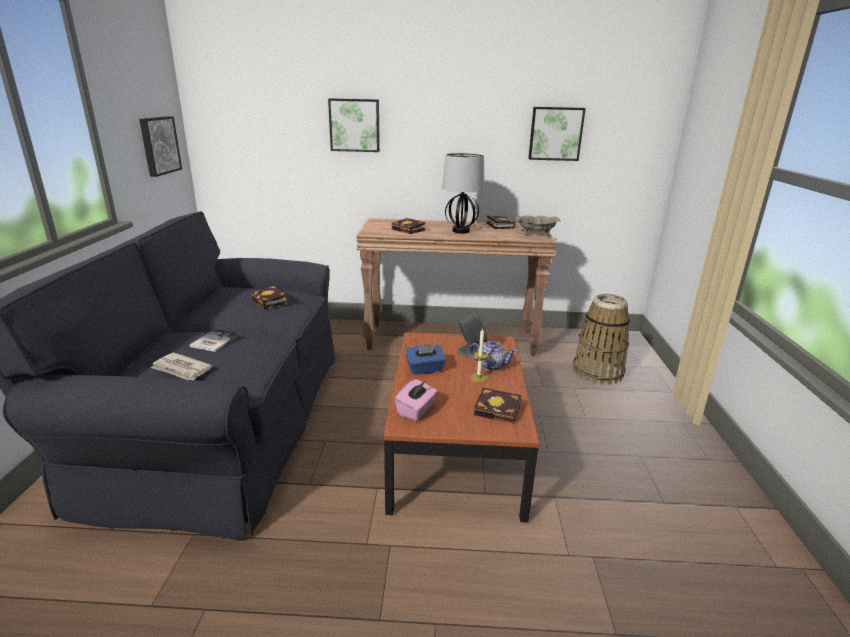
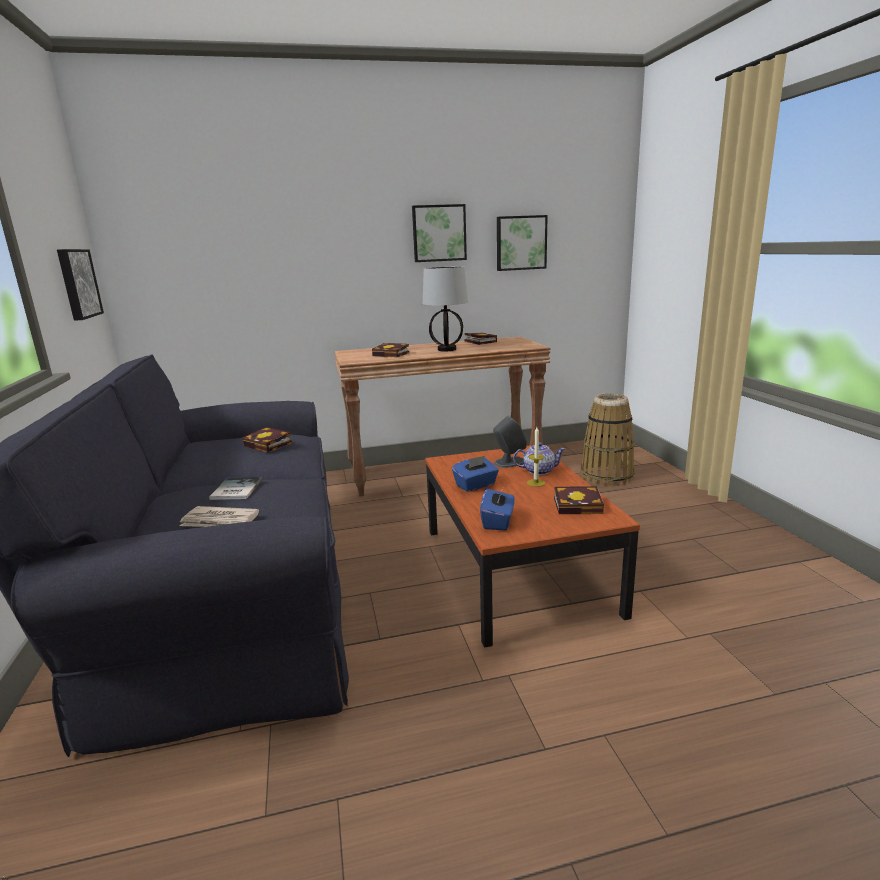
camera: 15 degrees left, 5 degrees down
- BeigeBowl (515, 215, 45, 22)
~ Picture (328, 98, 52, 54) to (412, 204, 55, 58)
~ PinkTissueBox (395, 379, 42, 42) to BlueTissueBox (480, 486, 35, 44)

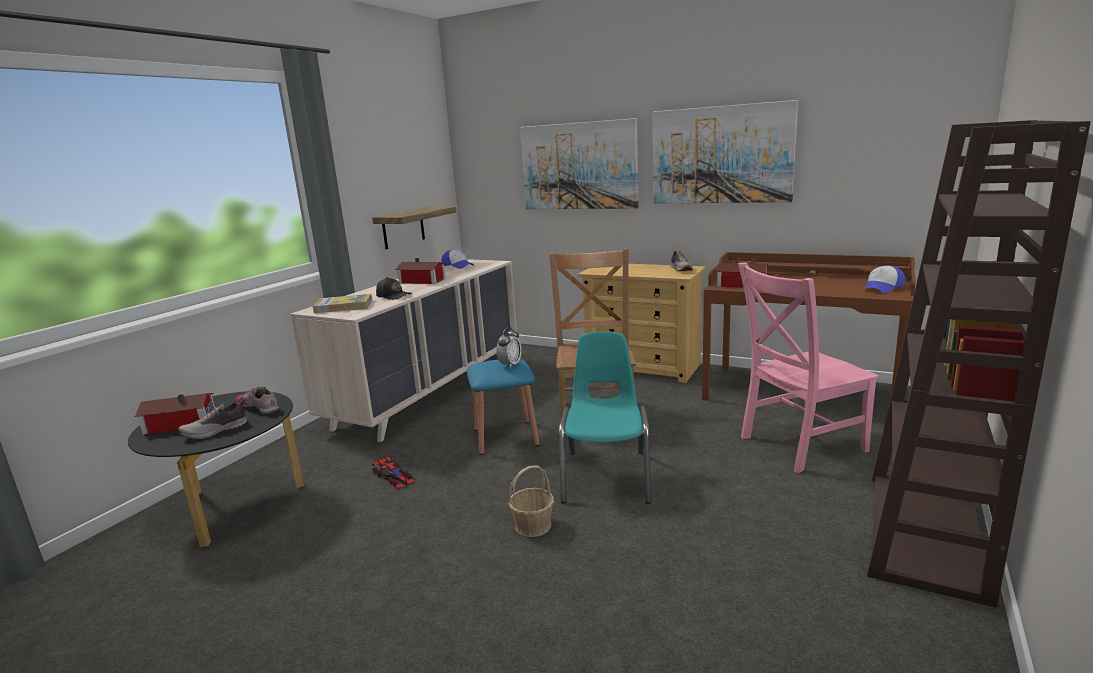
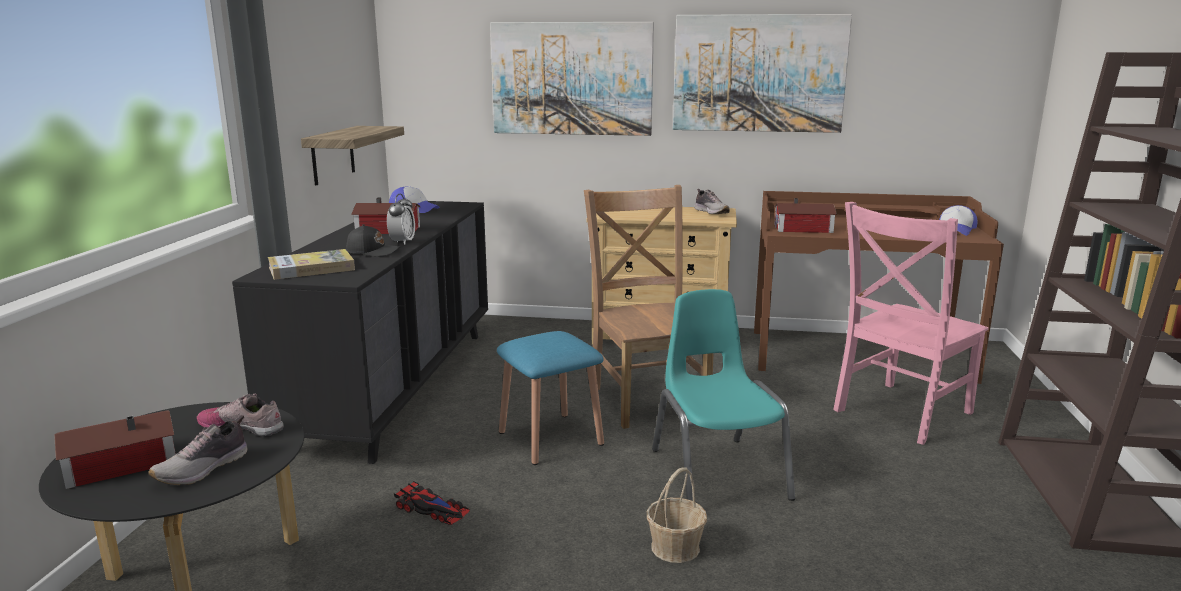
camera: 20 degrees left, 0 degrees up
~ AlarmClock (496, 327, 26, 41) to (387, 194, 28, 51)
~ BeigeDresser (291, 259, 226, 183) to BlackDresser (232, 201, 256, 263)

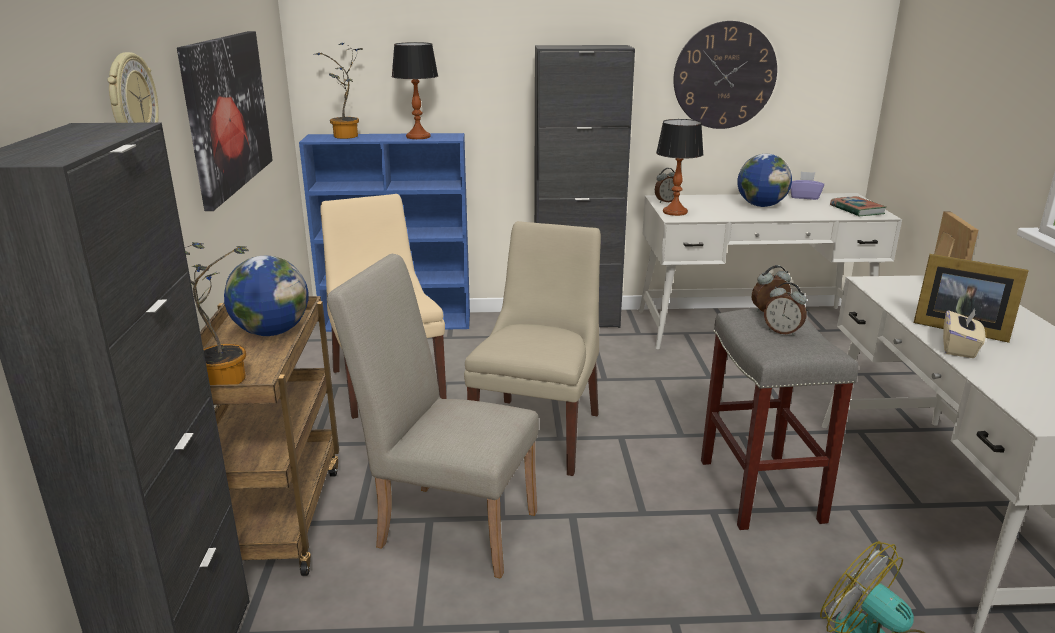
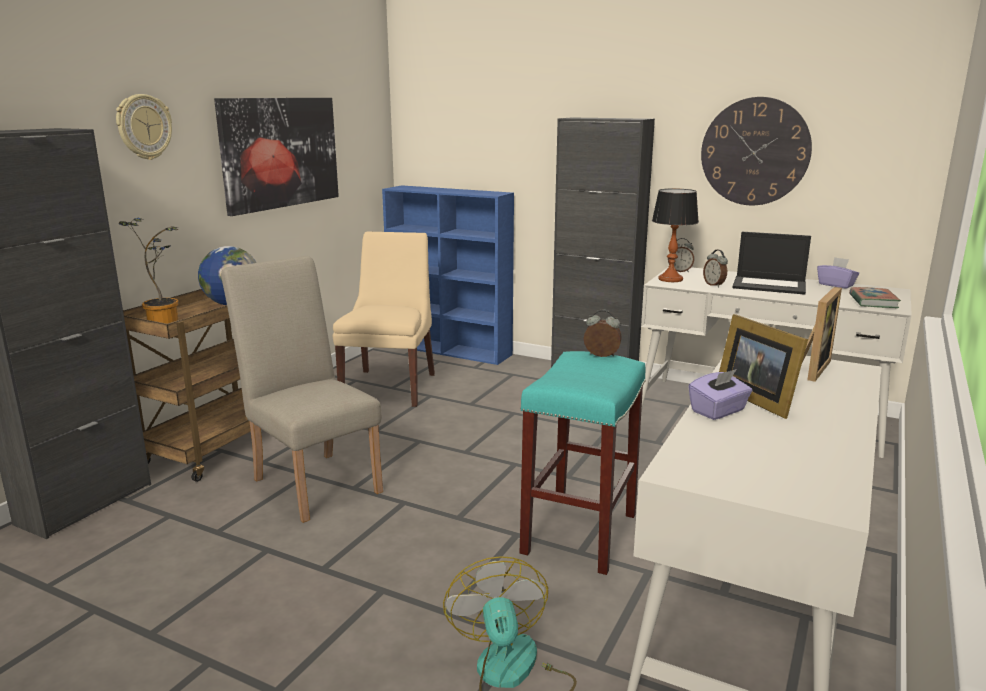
camera: 30 degrees right, 5 degrees down
- PottedPlant (314, 43, 49, 96)
- TableLamp (392, 42, 46, 97)
- BeigeChair (464, 221, 137, 255)
~ AlarmClock (764, 282, 43, 54) to (703, 250, 25, 37)
~ Globe (737, 154, 55, 53) to Laptop (732, 232, 79, 63)
~ GreyStool (701, 308, 157, 222) to TurquoiseStool (520, 351, 126, 224)
~ BeigeTissueBox (943, 307, 42, 51) to PurpleTissueBox (688, 369, 65, 51)

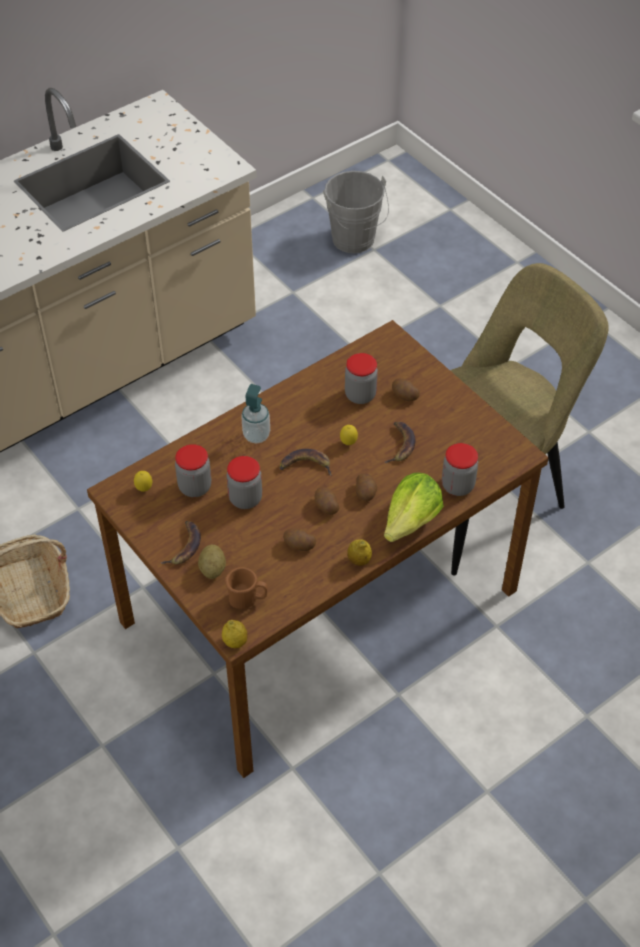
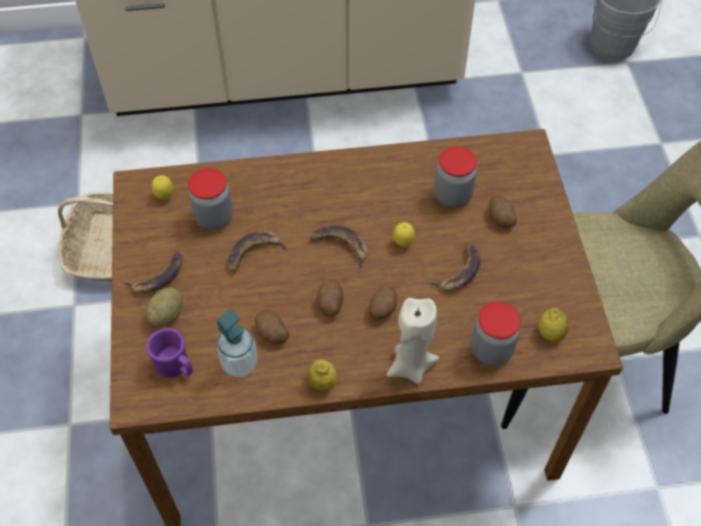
camera: 30 degrees right, 5 degrees up
~ Lemon (222, 620, 26, 28) to (538, 308, 31, 34)
~ SoapDispenser (241, 384, 29, 60) to (217, 309, 40, 68)
~ Jar (227, 456, 35, 53) to Banana (228, 231, 61, 42)
~ Lettuce (384, 472, 60, 70) to BeigeCandle (387, 298, 52, 86)
~ BrownMug (225, 567, 43, 42) to PurpleMug (146, 328, 47, 49)

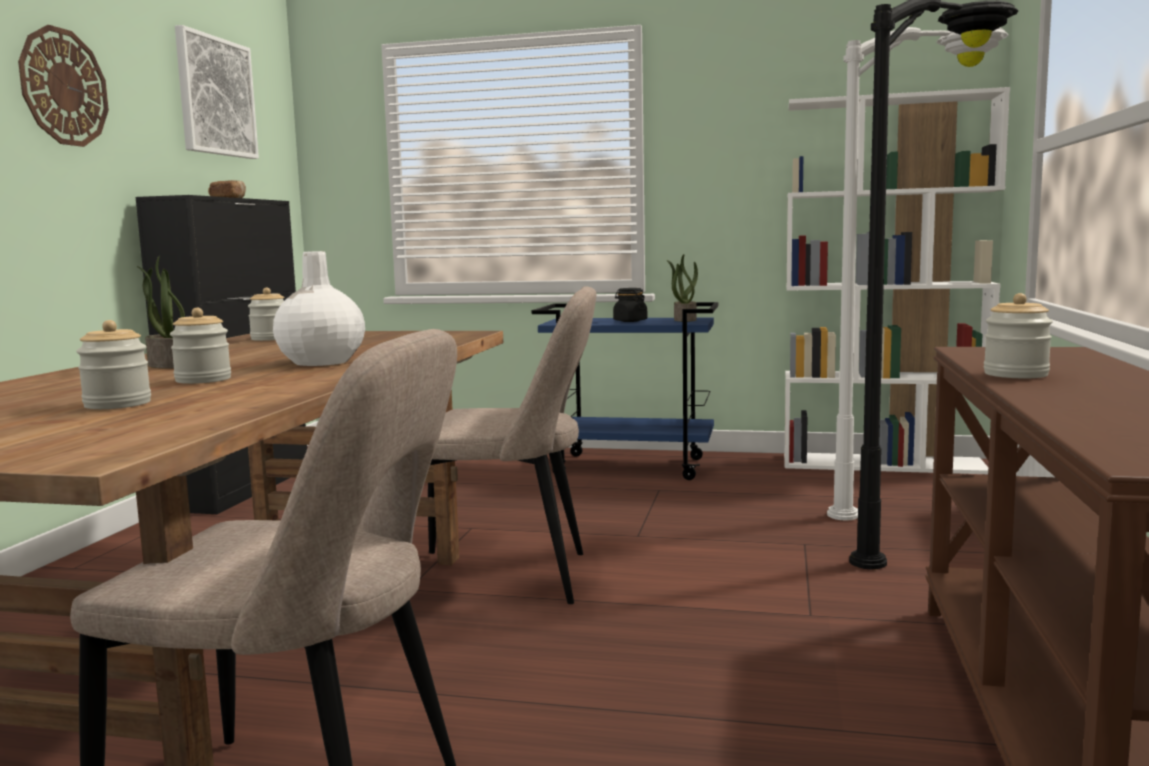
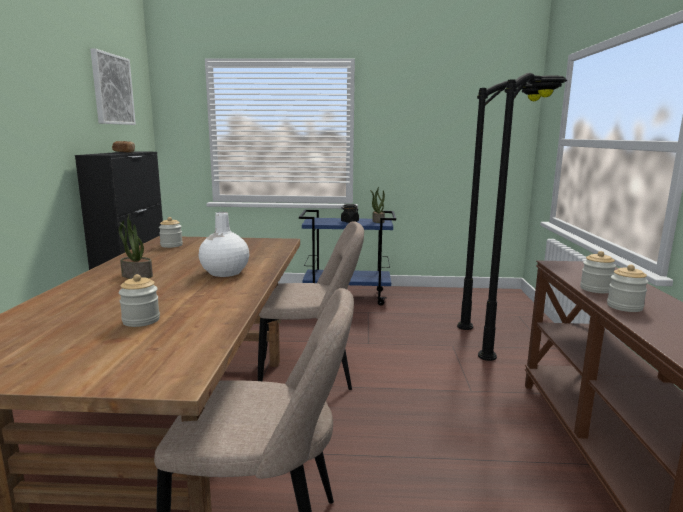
camera: 10 degrees left, 5 degrees up
- WallClock (18, 25, 91, 122)
- WhiteBookcase (784, 87, 226, 387)
~ Jar (170, 308, 61, 76) to (607, 265, 41, 47)
~ WhiteFloorLamp (827, 27, 181, 494) to BlackFloorLamp (457, 81, 84, 249)

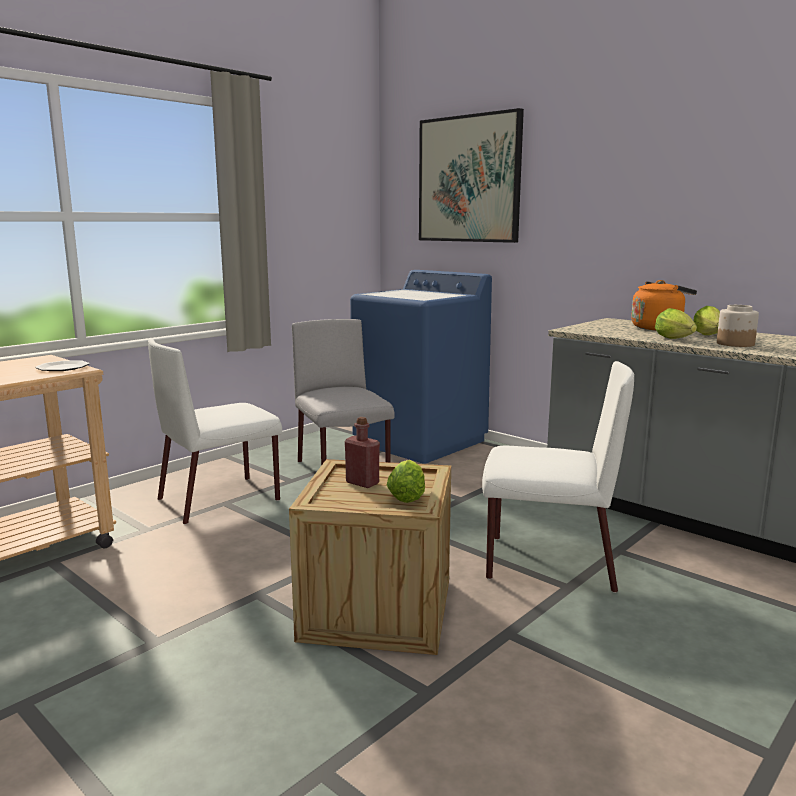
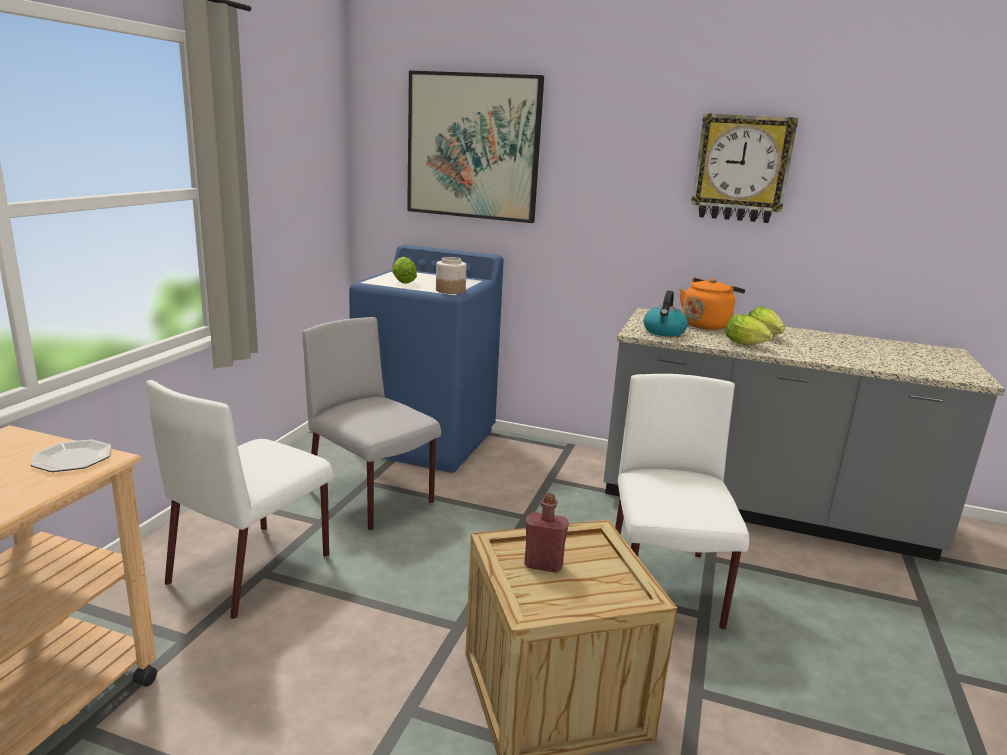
camera: 25 degrees left, 5 degrees up
+ Kettle (644, 291, 44, 45)
+ WallClock (691, 113, 107, 110)
~ Lettuce (386, 460, 39, 43) to (392, 257, 25, 27)
~ Jar (717, 305, 42, 42) to (436, 257, 31, 37)
~ WhiteChair (482, 361, 152, 232) = (615, 374, 134, 256) 75 degrees counterclockwise

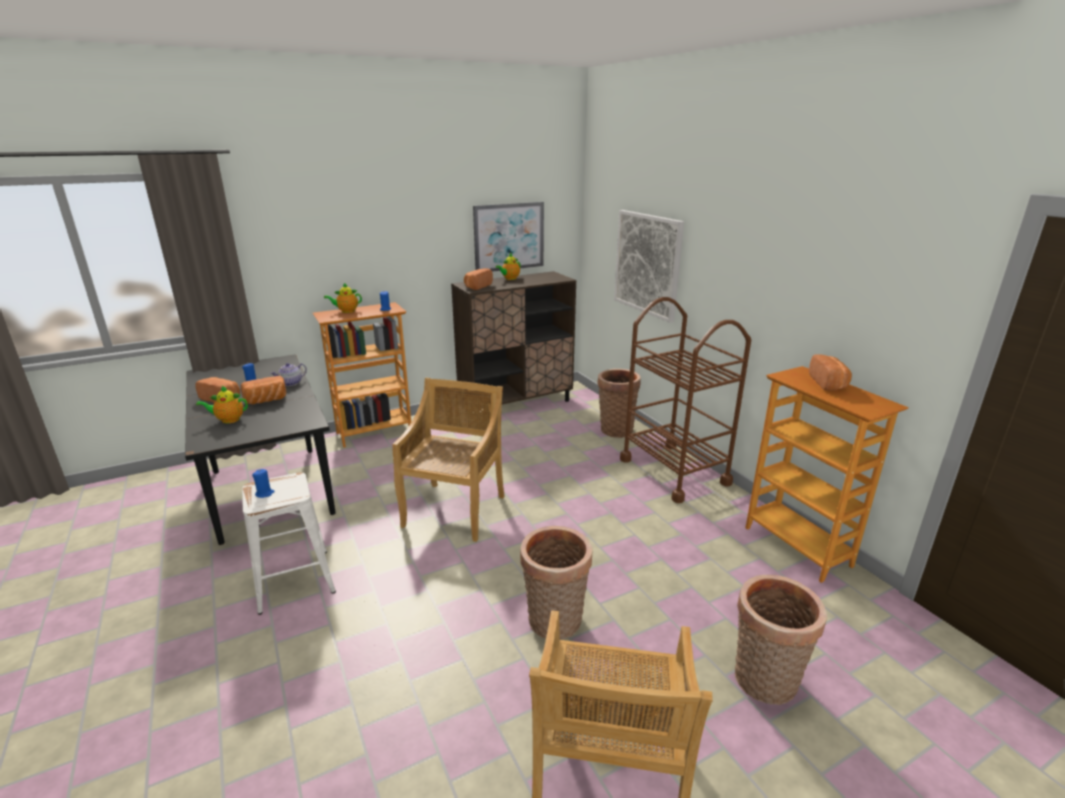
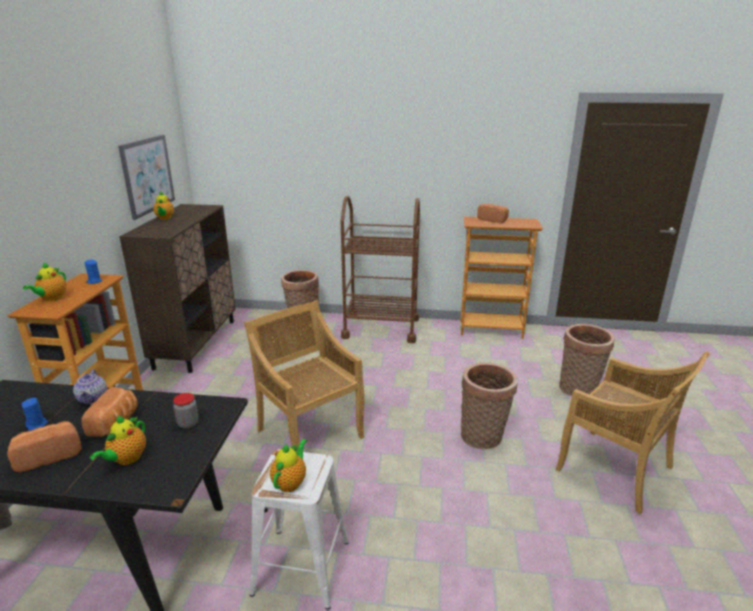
camera: 55 degrees left, 0 degrees up
- Bread (464, 268, 29, 22)
- Picture (614, 210, 70, 113)
+ Jar (173, 393, 26, 36)
~ BlueCandle (252, 469, 23, 29) to Teapot (270, 439, 37, 53)

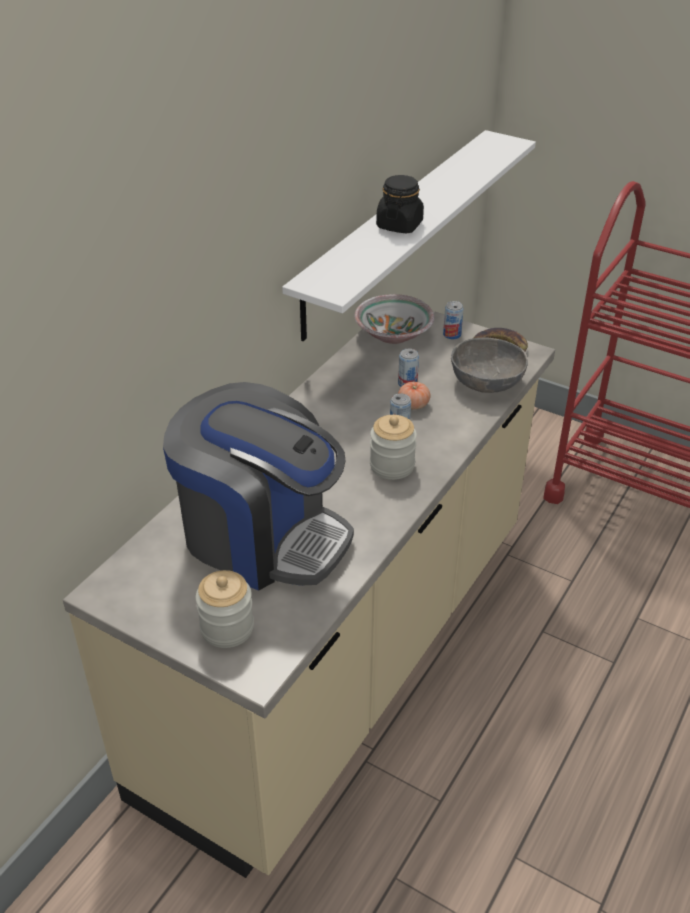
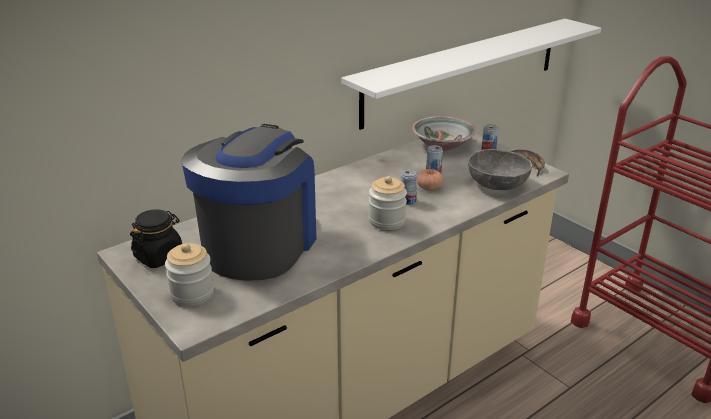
camera: 20 degrees right, 10 degrees down
~ BlackJar (376, 175, 48, 58) to (130, 209, 52, 59)
~ CoffeeMachine (163, 382, 191, 209) = (181, 124, 135, 157) 120 degrees counterclockwise

